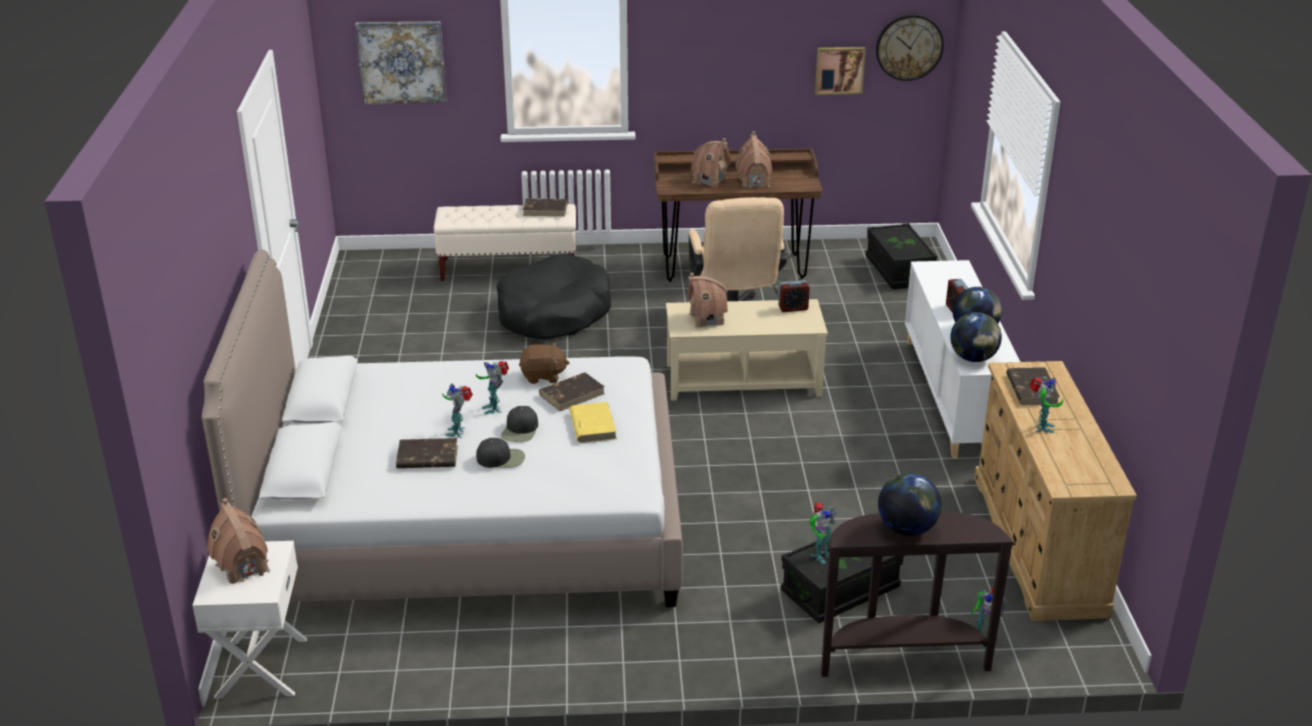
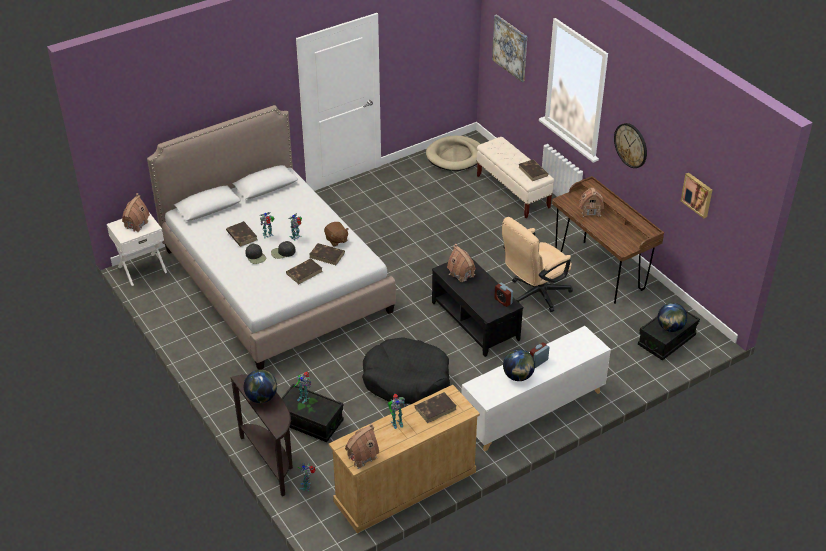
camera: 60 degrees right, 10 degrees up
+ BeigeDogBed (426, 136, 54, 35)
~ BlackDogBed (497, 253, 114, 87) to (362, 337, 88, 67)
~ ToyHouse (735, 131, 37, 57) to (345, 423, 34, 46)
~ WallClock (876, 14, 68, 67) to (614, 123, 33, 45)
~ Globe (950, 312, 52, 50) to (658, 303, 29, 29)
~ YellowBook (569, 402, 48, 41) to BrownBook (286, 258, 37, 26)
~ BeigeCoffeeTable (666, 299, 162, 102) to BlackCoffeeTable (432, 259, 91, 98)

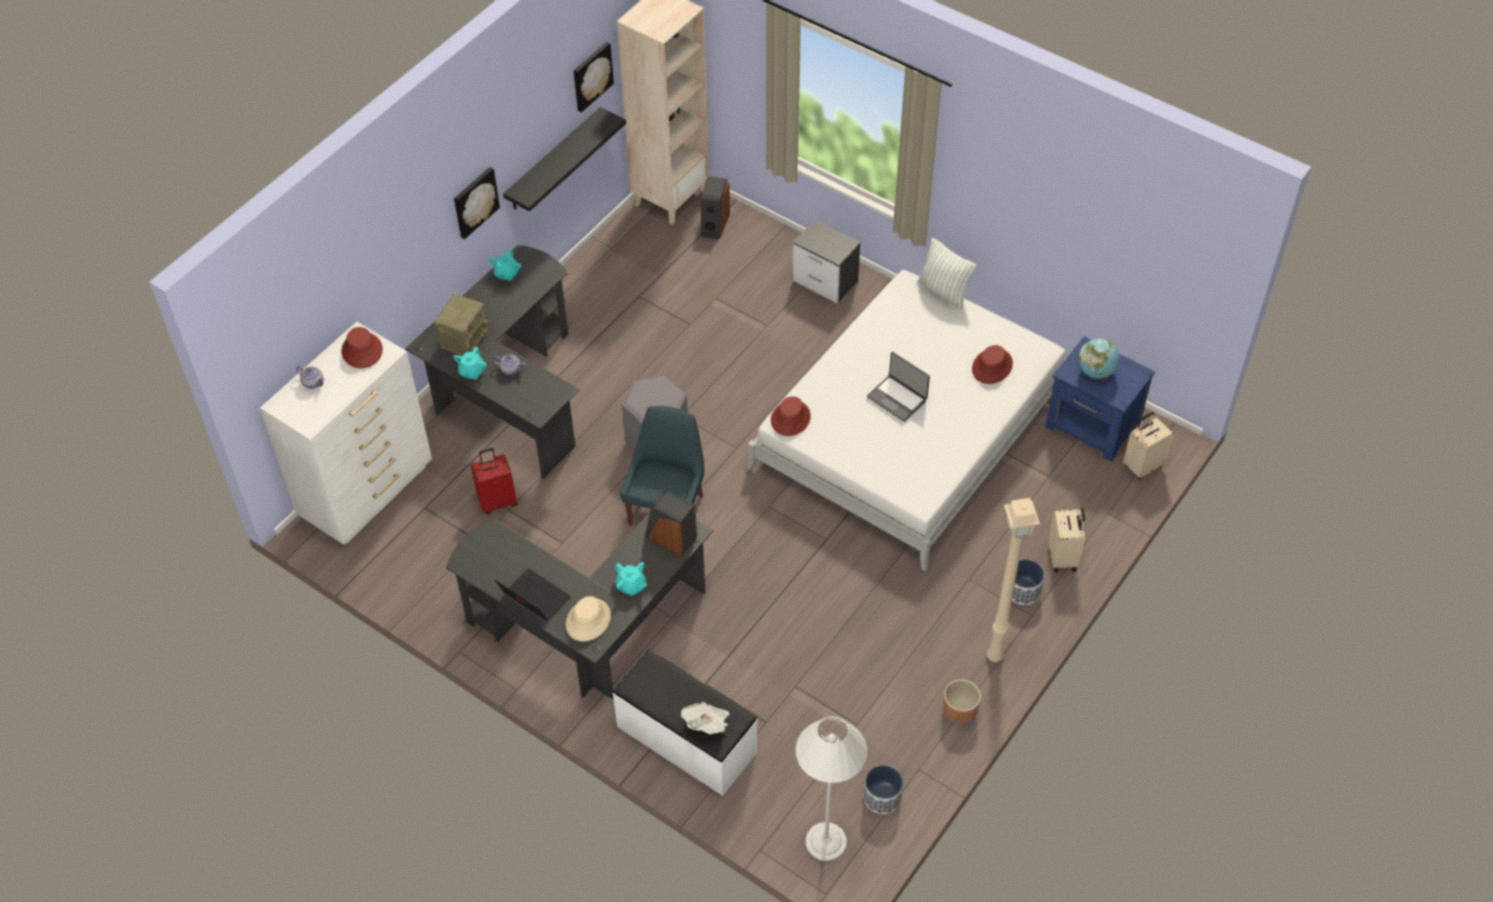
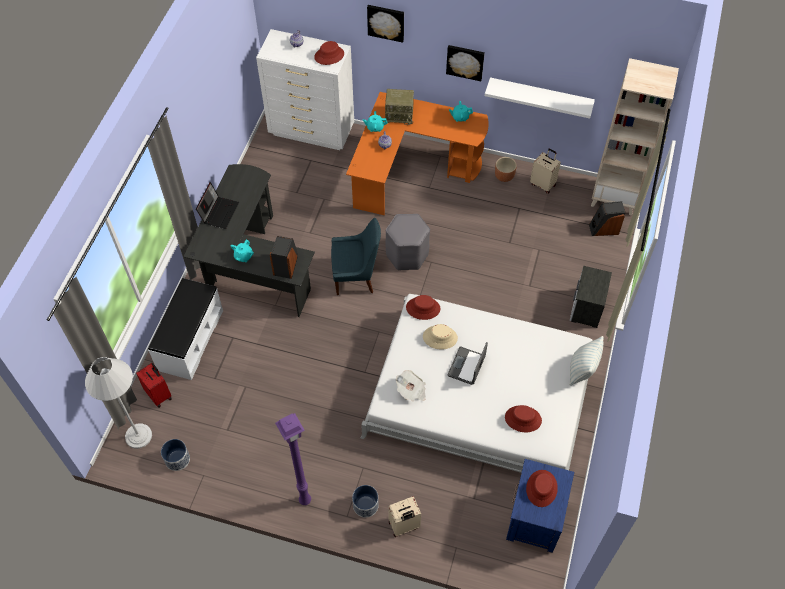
camera: 70 degrees right, 5 degrees up
~ RedSuitcase (471, 448, 47, 66) to (136, 363, 36, 45)
~ BeigeHat (566, 596, 45, 45) to (423, 324, 35, 26)
~ Picture (574, 42, 40, 71) to (367, 5, 37, 38)
~ Newspaper (681, 702, 48, 32) to (396, 370, 30, 31)
~ BrownPlanter (943, 679, 38, 44) to (495, 157, 22, 25)
~ BeigeSuitcase (1123, 412, 50, 67) to (530, 149, 31, 45)
~ Globe (1079, 338, 41, 41) to RedHat (526, 470, 32, 37)
~ BlackDesk (405, 245, 175, 234) to OrangeDesk (346, 92, 143, 123)
~ BlackShelf (503, 107, 123, 105) to WhiteShelf (485, 77, 110, 42)
~ BeigeFloorLamp (987, 498, 53, 164) to PurpleFloorLamp (275, 413, 36, 92)

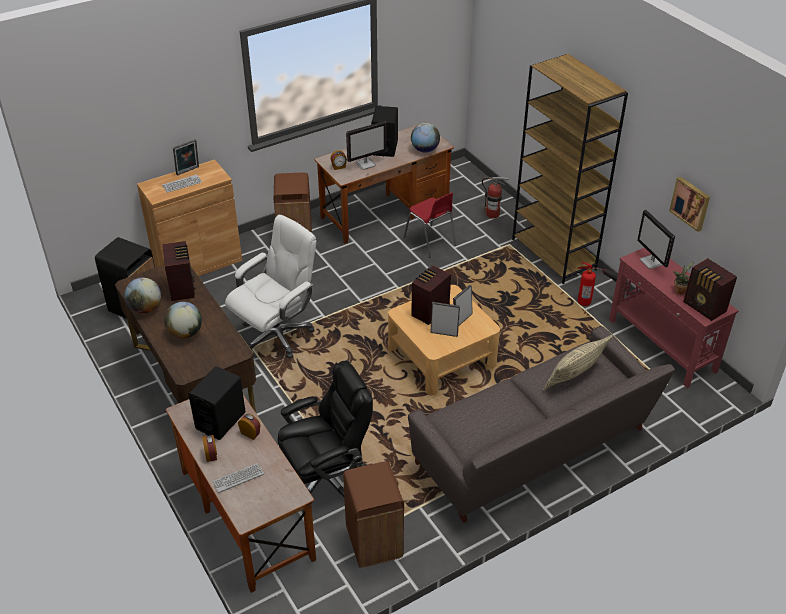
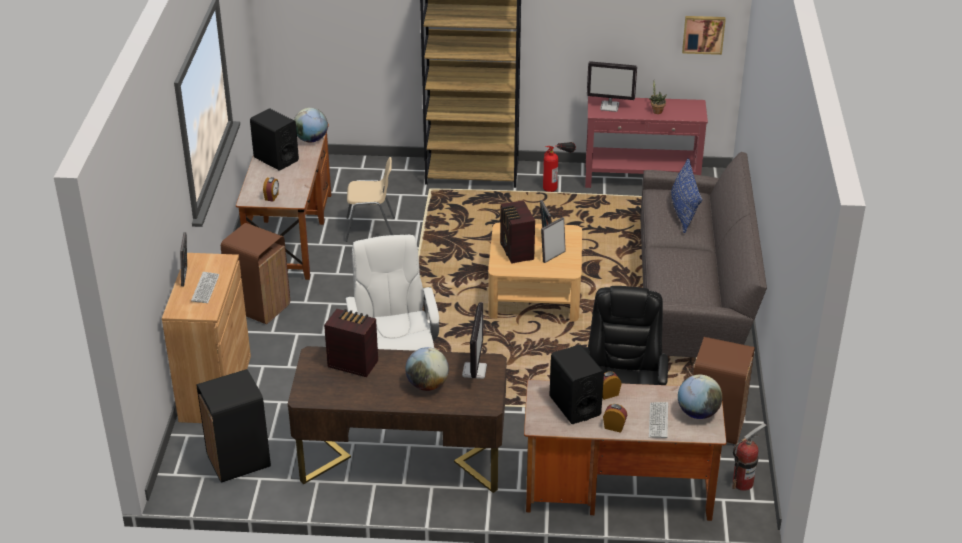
camera: 55 degrees left, 5 degrees down
- Radio (683, 258, 54, 63)
~ Globe (124, 278, 37, 35) to (678, 375, 44, 44)
~ Monitor (346, 121, 40, 49) to (462, 302, 25, 77)
~ FireExtinguisher (482, 177, 27, 42) to (732, 423, 34, 68)
~ Picture (669, 177, 41, 55) to (682, 16, 44, 39)
~ RedChair (403, 193, 53, 65) to BeigeChair (345, 157, 50, 85)
~ BeigePillow (543, 335, 70, 56) to BluePillow (671, 158, 31, 75)

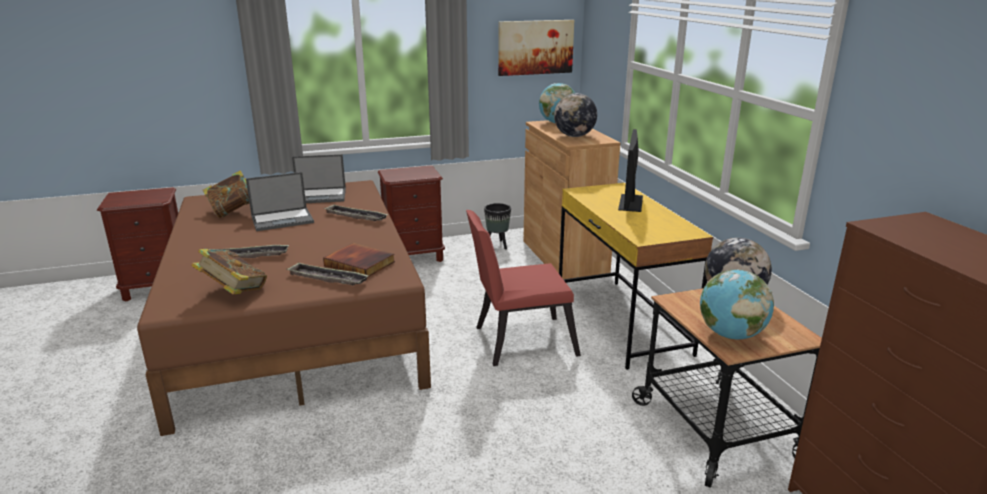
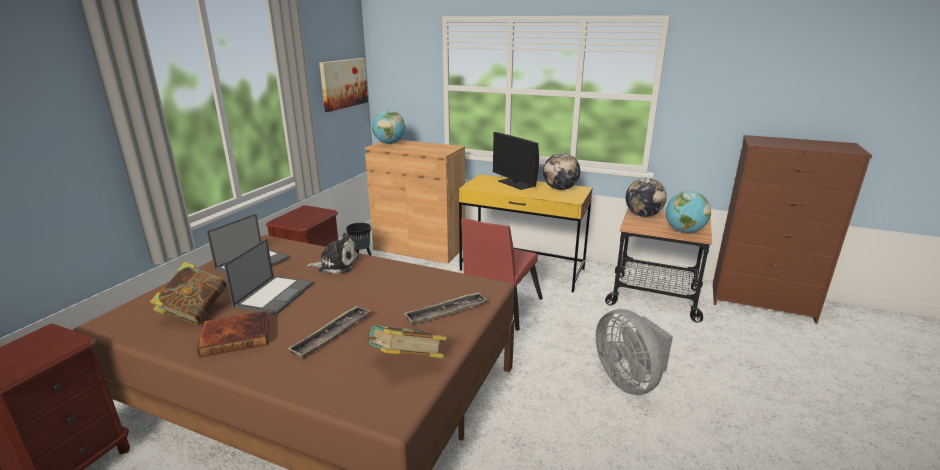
camera: 50 degrees left, 0 degrees up
+ GreyFan (595, 309, 78, 86)
~ Book (323, 243, 72, 35) to (197, 311, 72, 46)
~ Globe (554, 93, 43, 44) to (543, 153, 37, 37)
~ Tray (324, 205, 64, 16) to PlushToy (307, 233, 52, 41)

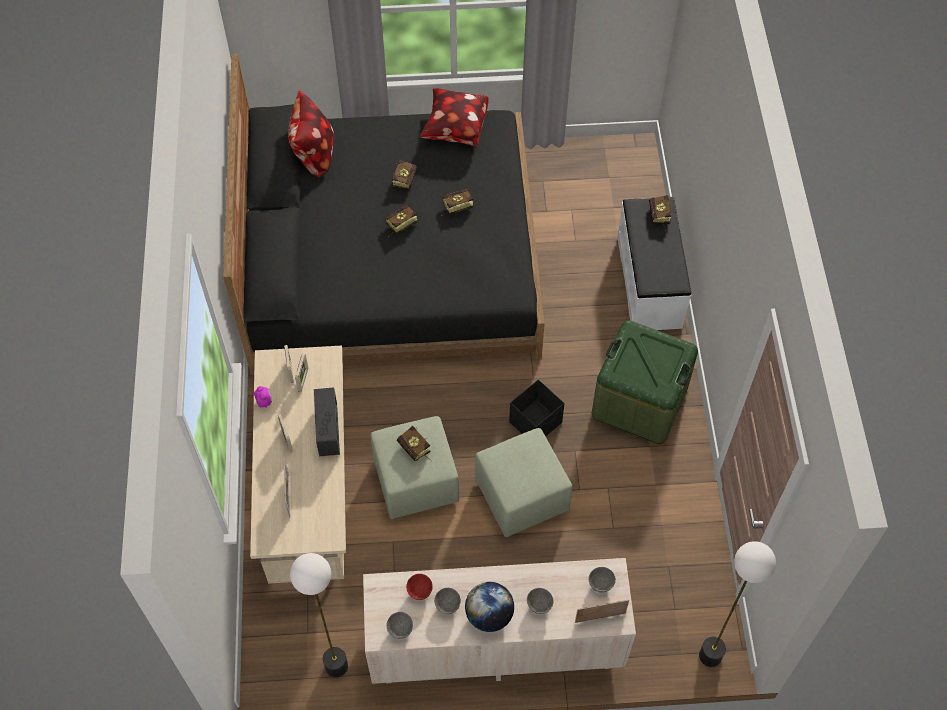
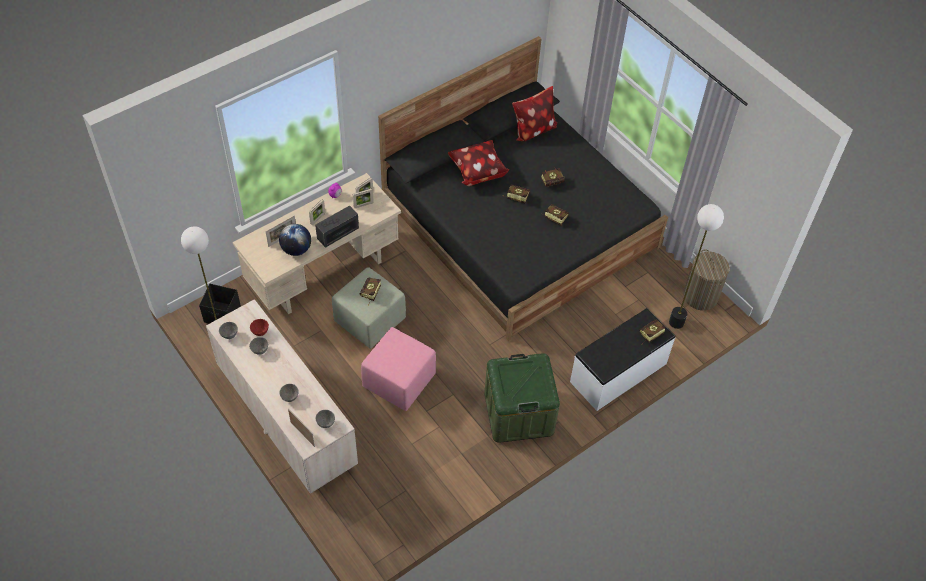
camera: 55 degrees right, 5 degrees down
+ LaundryBasket (683, 249, 47, 62)
~ Pillow (419, 88, 70, 58) to (448, 140, 61, 46)
~ Globe (465, 582, 49, 50) to (279, 224, 32, 32)
~ BlackStorageBox (509, 379, 55, 57) to (199, 284, 42, 40)
~ FloorLamp (699, 541, 77, 126) to (669, 204, 55, 125)
~ GreenOttoman (475, 428, 97, 109) to PinkOttoman (361, 327, 75, 84)

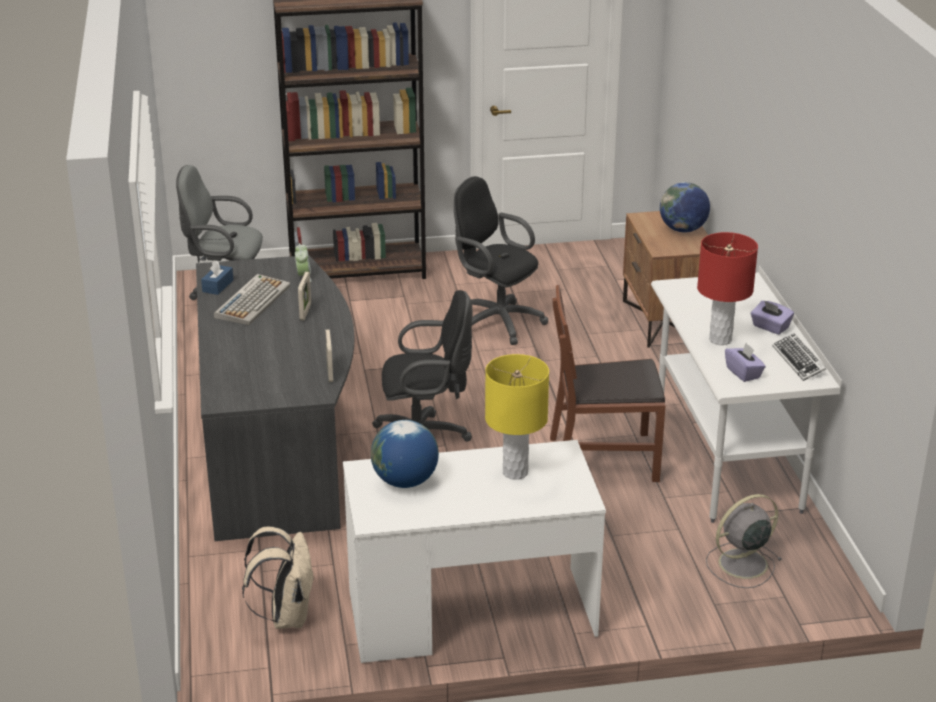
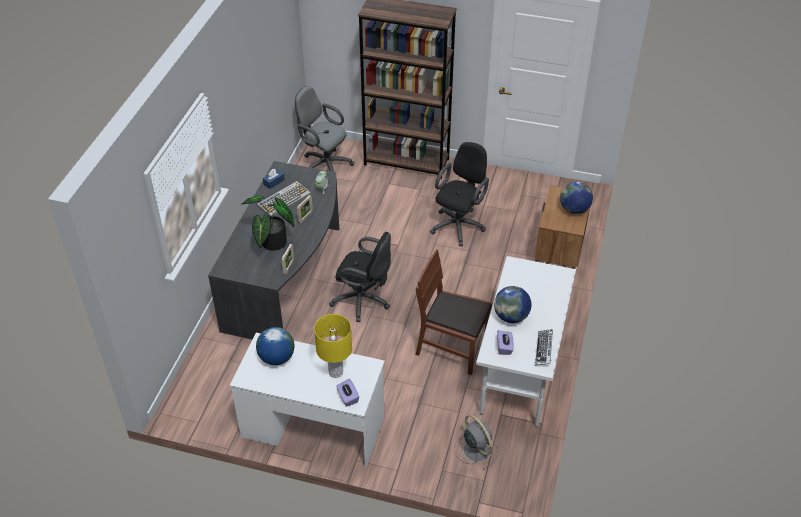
camera: 25 degrees right, 15 degrees up
- BeigeBackpack (242, 527, 73, 102)
+ PottedPlant (241, 196, 53, 55)
~ PurpleTissueBox (751, 301, 43, 34) to (336, 379, 23, 27)
~ RedTableLamp (697, 232, 61, 113) to Globe (494, 286, 38, 37)
~ BlackOfficeChair (454, 176, 94, 169) = (430, 142, 59, 104) 60 degrees clockwise
~ GreyFan (706, 494, 76, 94) = (454, 415, 44, 55) 60 degrees clockwise

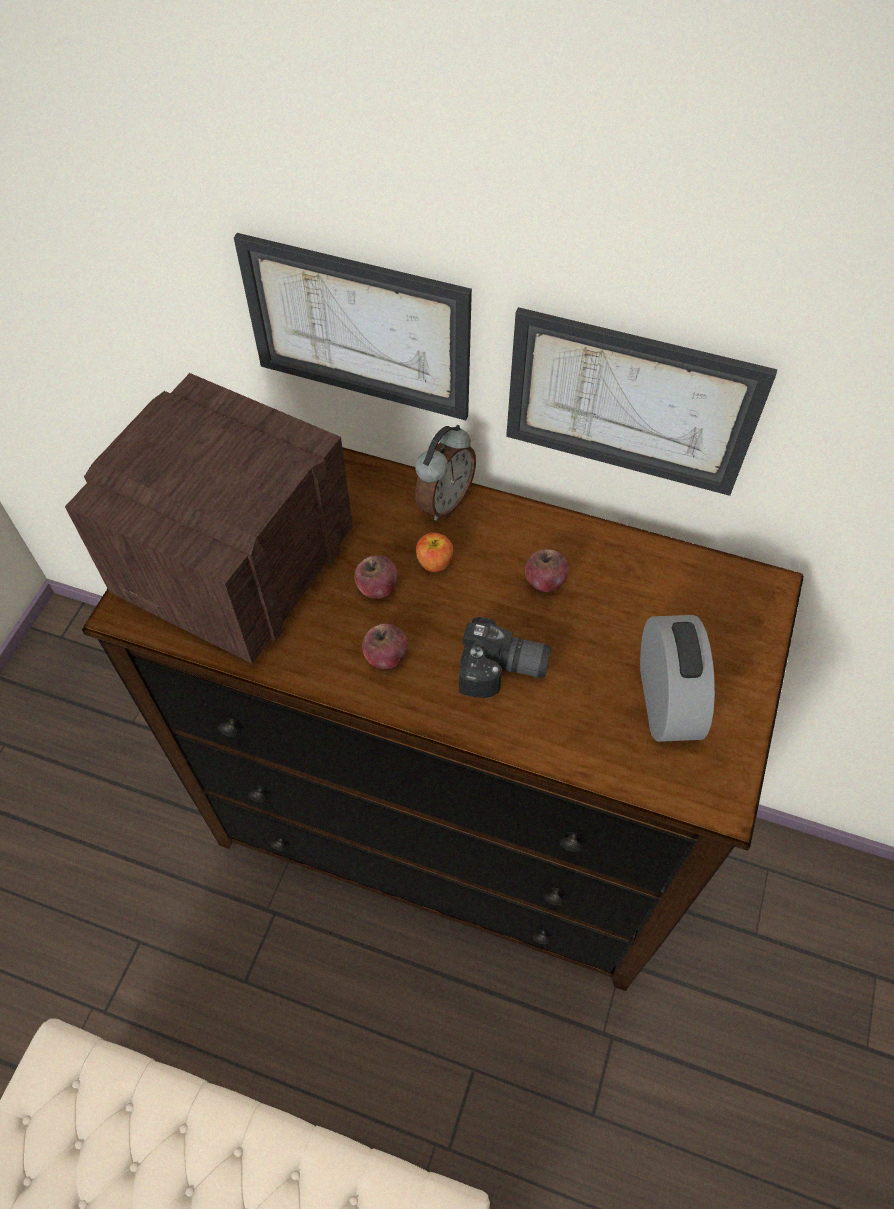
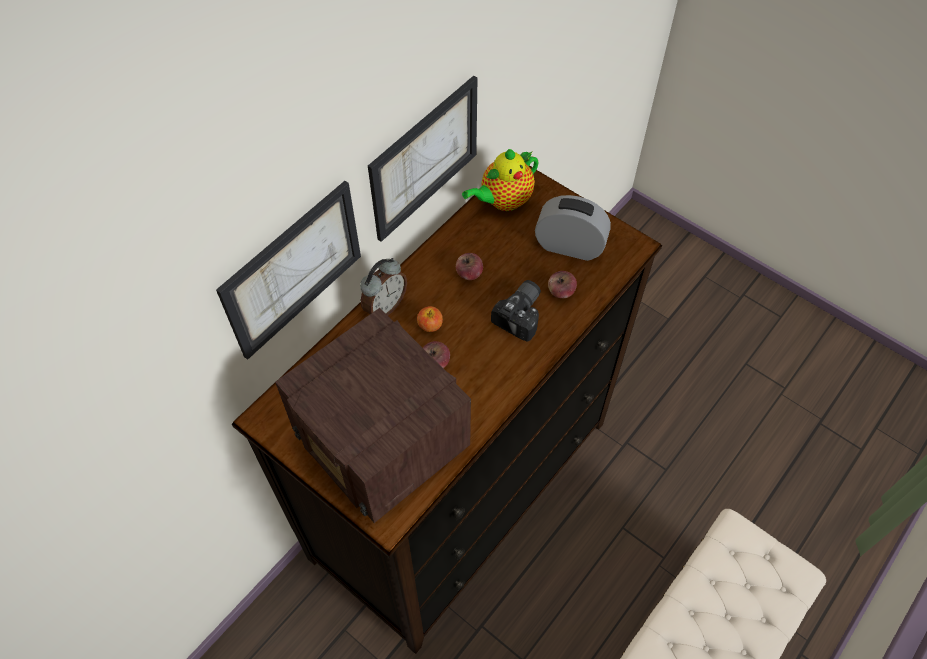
camera: 70 degrees left, 0 degrees up
+ Teapot (462, 149, 77, 62)
~ Apple (362, 624, 45, 45) to (548, 271, 29, 27)
~ AlarmClock (415, 425, 61, 96) = (360, 258, 47, 58) 75 degrees clockwise

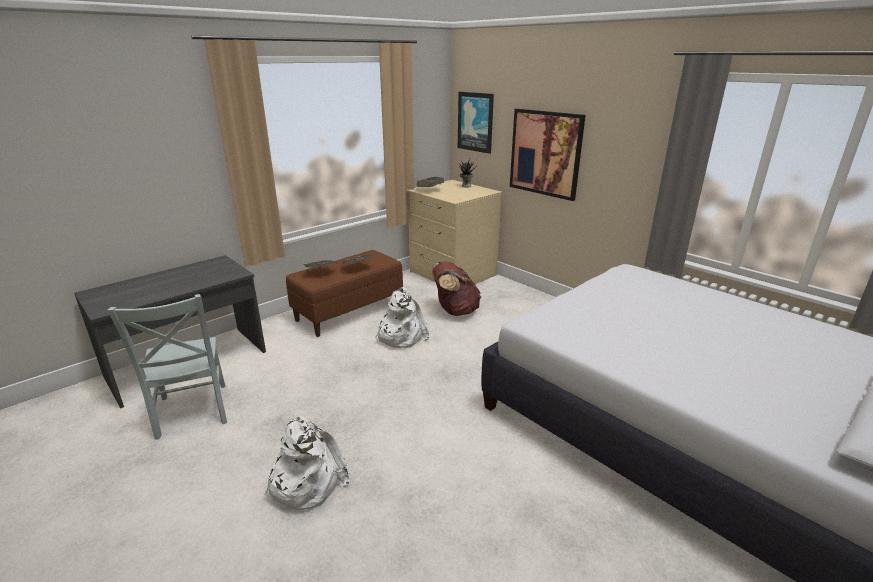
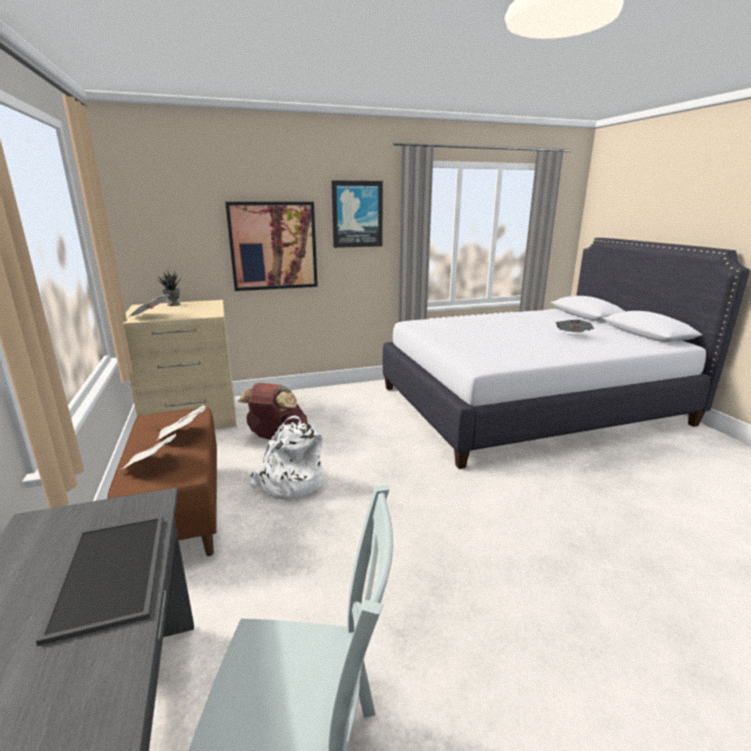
camera: 65 degrees left, 5 degrees down
- WhiteBackpack (264, 416, 86, 94)
+ Tray (36, 516, 128, 130)
+ Newspaper (555, 320, 39, 12)
~ Picture (458, 92, 36, 62) to (331, 180, 52, 68)

